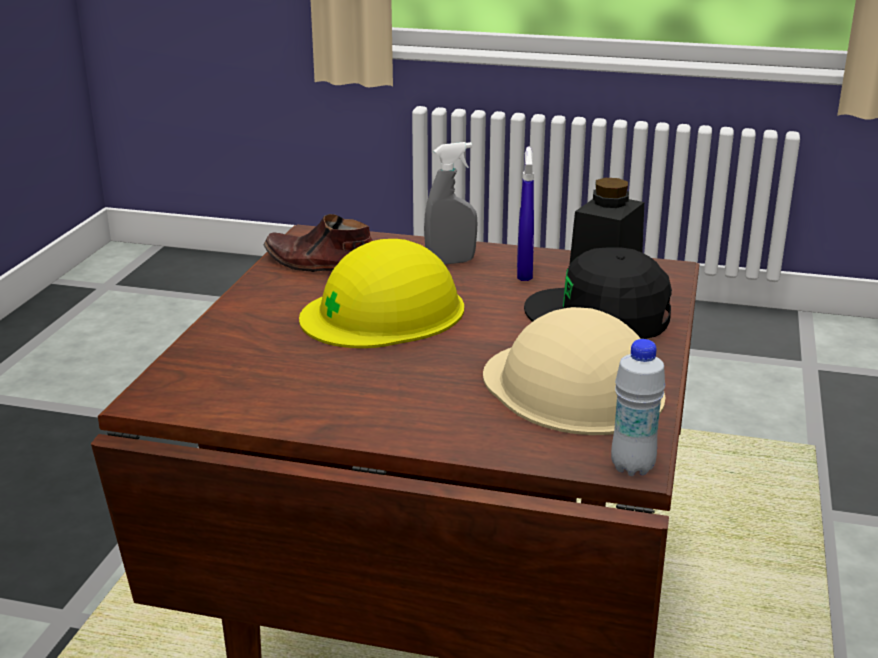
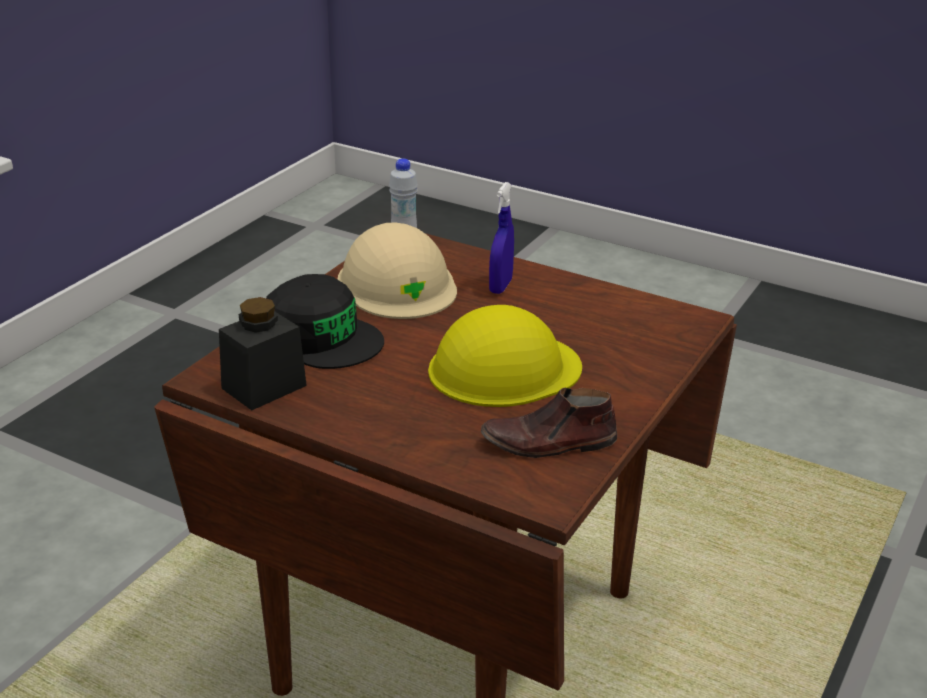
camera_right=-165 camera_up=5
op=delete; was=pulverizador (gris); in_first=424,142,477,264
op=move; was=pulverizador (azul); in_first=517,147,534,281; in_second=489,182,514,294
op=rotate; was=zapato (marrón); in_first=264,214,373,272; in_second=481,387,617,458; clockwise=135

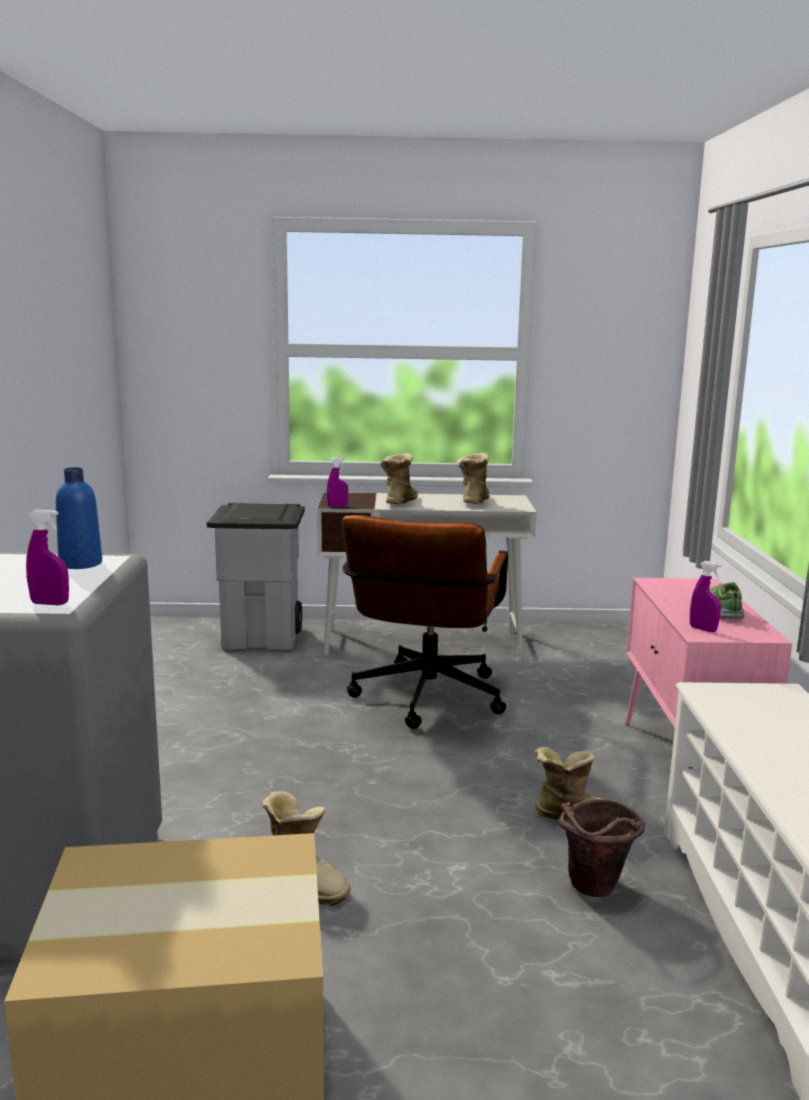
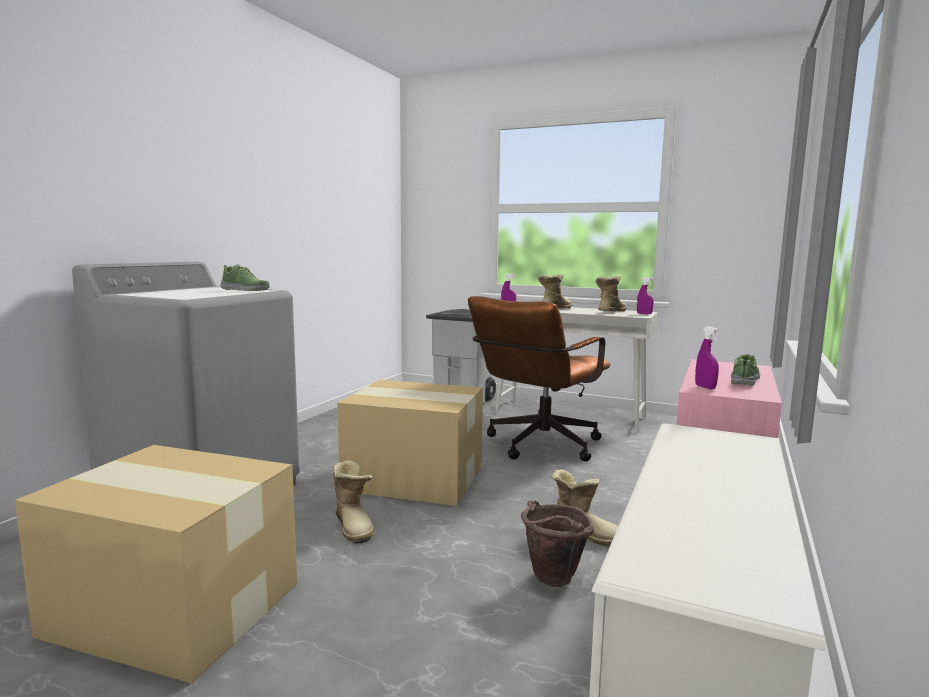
camera_right=25 camera_up=-5
op=replace; was=botella (azul); now=zapato; in_first=56,467,102,569; in_second=220,265,270,291
op=move; was=pulverizador (morado); in_first=26,510,69,605; in_second=637,277,654,314
op=insert; now=caja de cartón; in_second=337,380,483,506

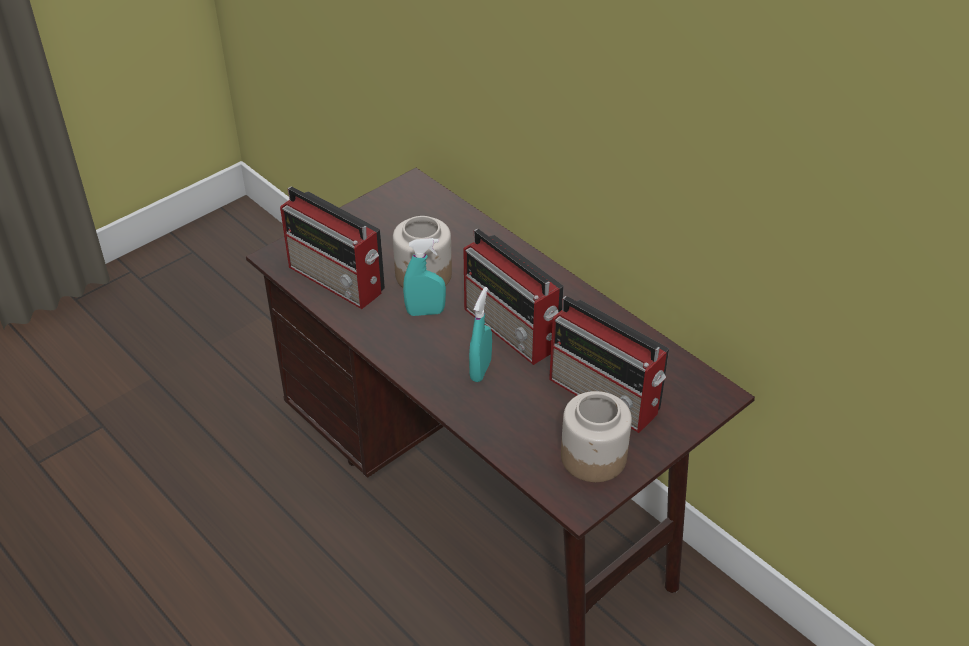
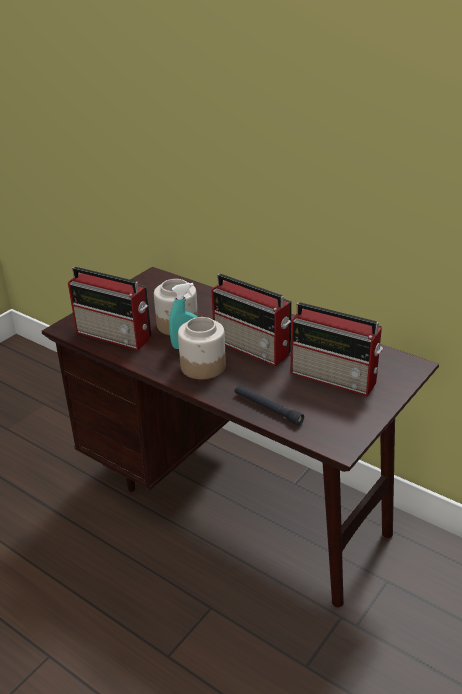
camera_right=-10 camera_up=-10
op=delete; was=pulverizador (turquesa); in_first=469,287,492,382
op=move; was=tarro; in_first=561,391,632,482; in_second=178,317,226,379
op=insert; now=linterna (negro); in_second=235,385,304,426

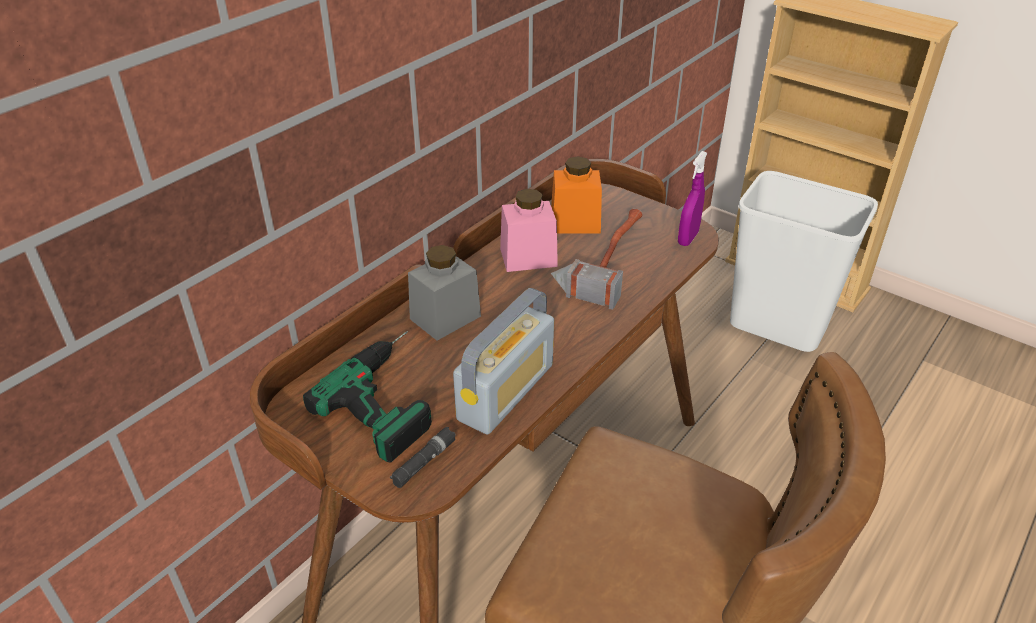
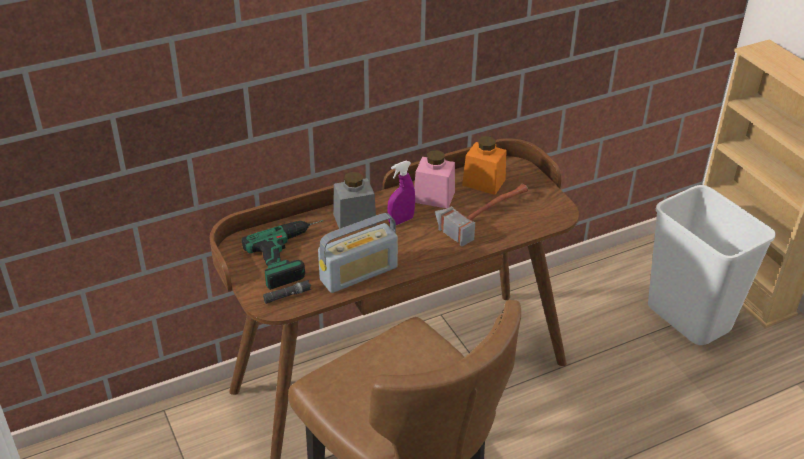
camera_right=25 camera_up=0
op=move; was=pulverizador (morado); in_first=678,151,707,246; in_second=387,161,415,225

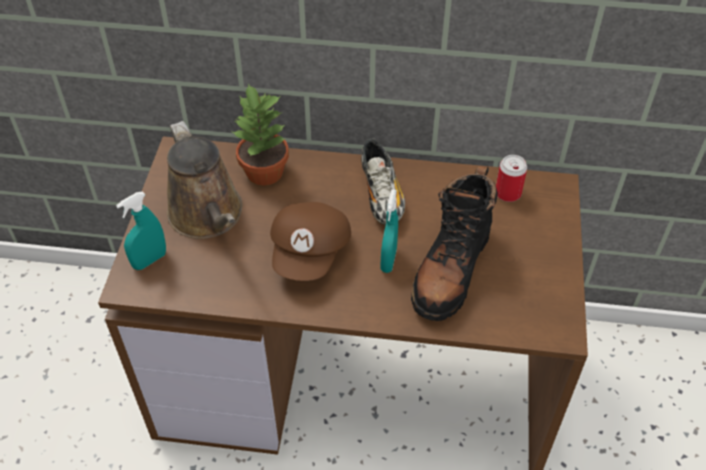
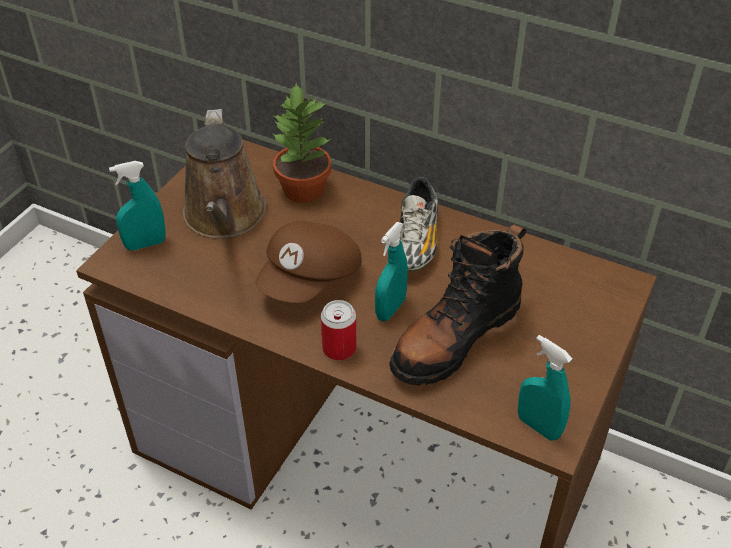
camera_right=20 camera_up=-5
op=move; was=lata; in_first=496,155,527,202; in_second=321,300,356,360
op=insert; now=pulverizador (turquesa); in_second=518,335,573,440

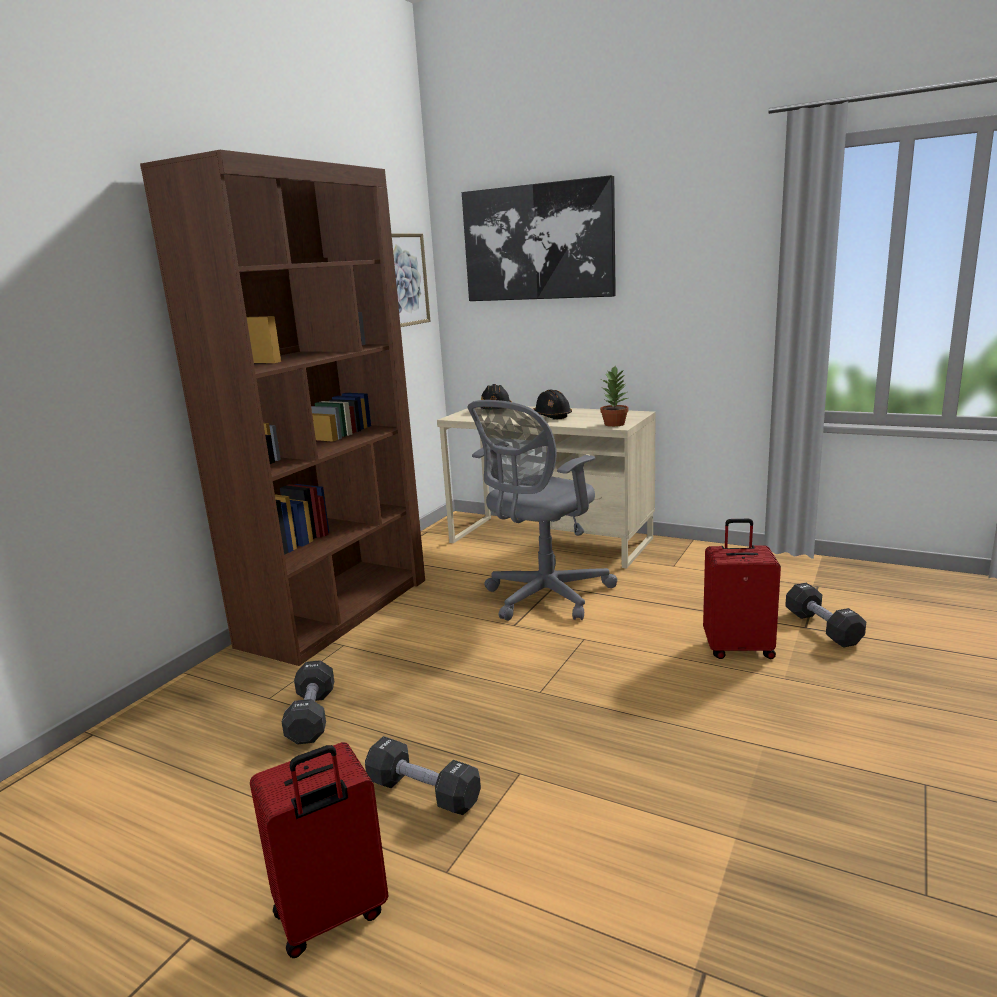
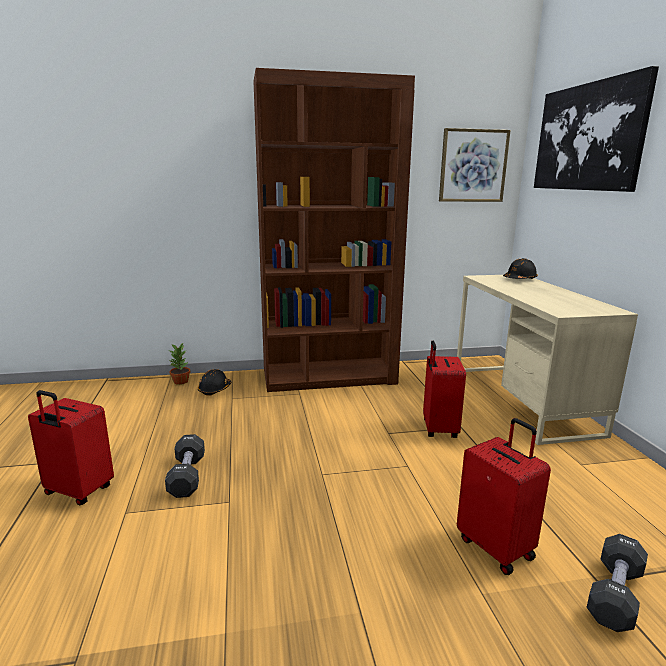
camera_right=50 camera_up=0
op=move; was=planta en maceta; in_first=600,366,629,427; in_second=170,343,190,385
op=move; was=casco (negro); in_first=533,389,572,419; in_second=198,369,231,396
op=replace; was=silla de oficina (gris); now=maleta (rojo); in_first=468,400,617,621; in_second=423,341,466,438
op=delete; was=mancuerna (negro); in_first=282,660,334,744

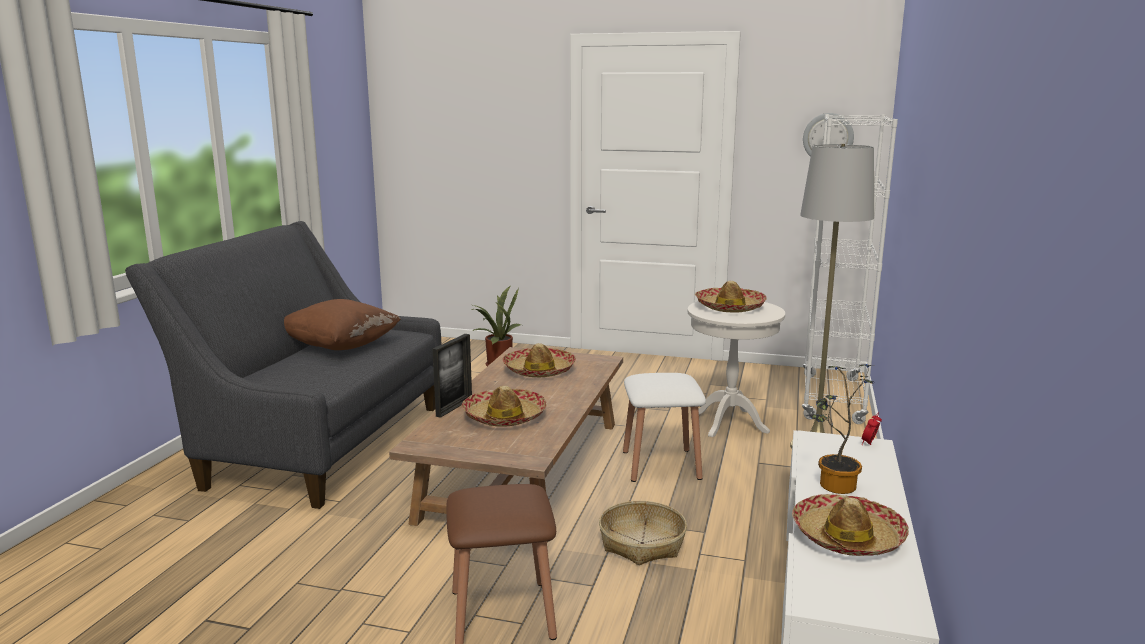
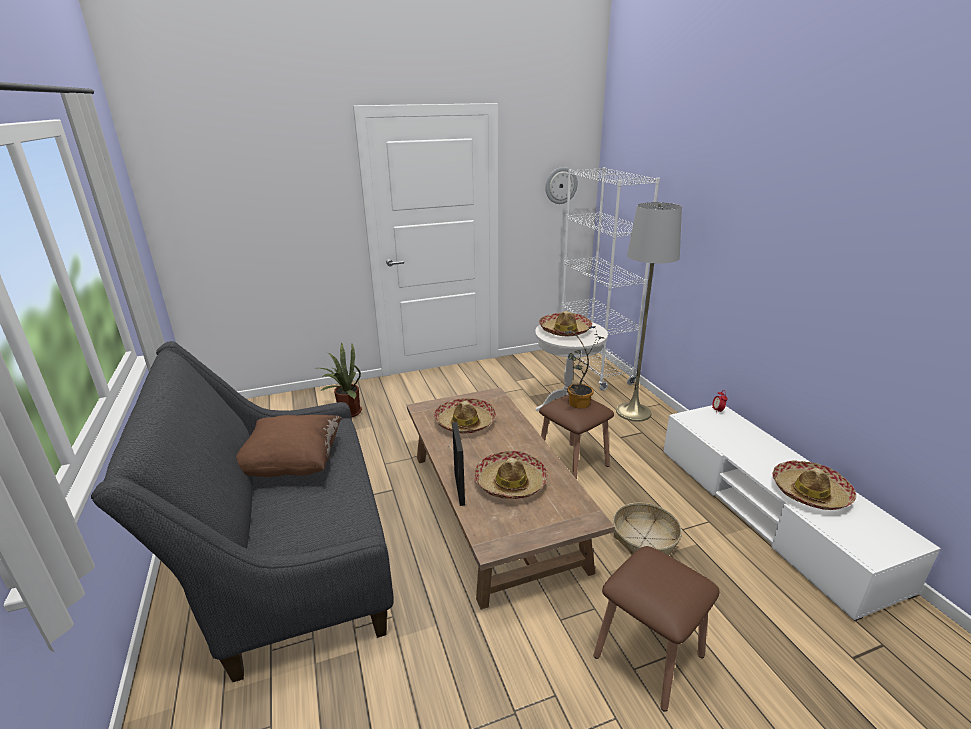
camera_right=-35 camera_up=10
op=move; was=planta en maceta; in_first=809,364,874,494; in_second=565,326,605,409
op=recolor; was=taburete (blanco); now=taburete (marrón); in_first=623,373,706,482; in_second=539,394,614,480

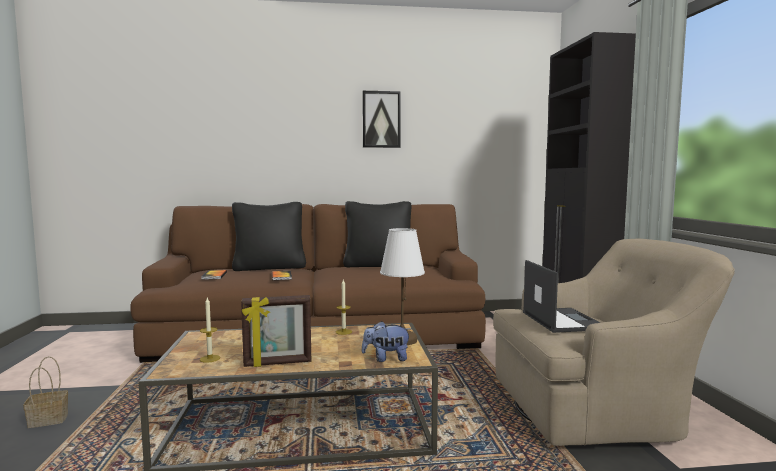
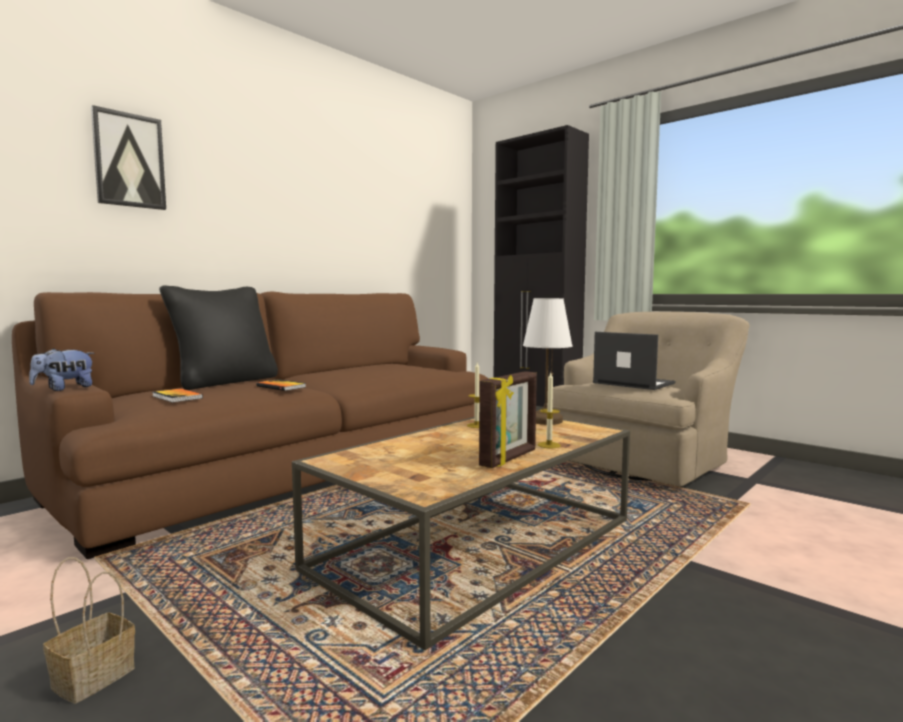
camera_right=-40 camera_up=0
op=move; was=cuadro; in_first=362,91,401,148; in_second=91,105,166,210
op=delete; was=cojín (negro); in_first=343,201,411,267
op=move; was=vela; in_first=200,298,220,363; in_second=538,373,561,448
op=move; was=peluche; in_first=362,321,411,362; in_second=29,348,95,391

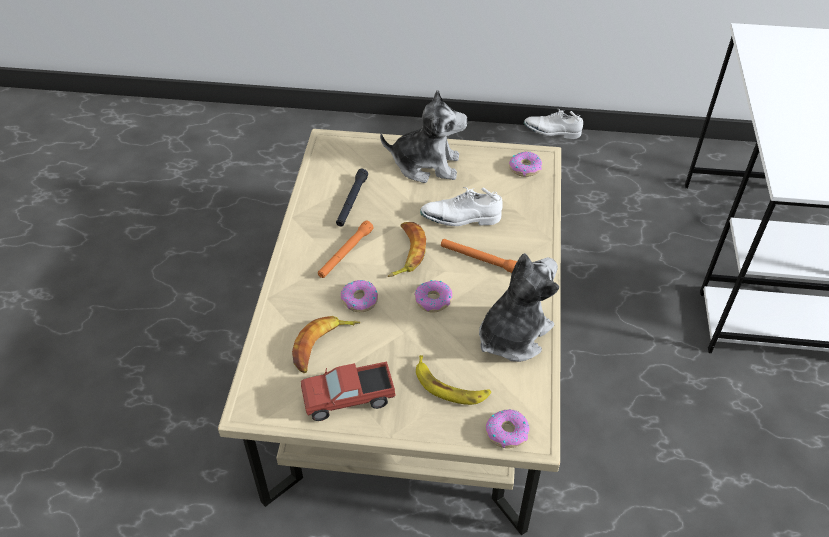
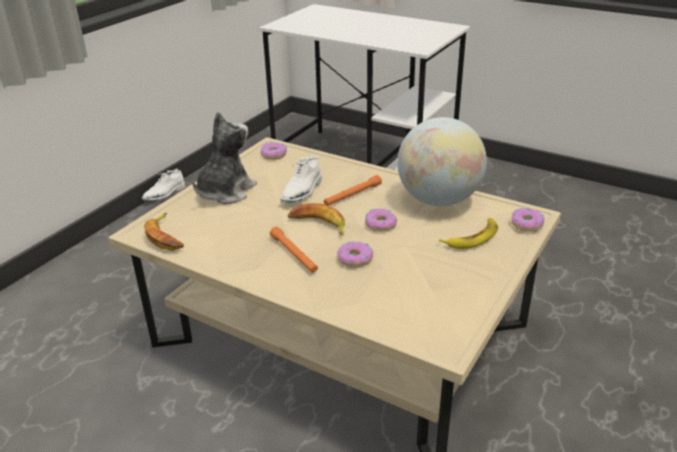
camera_right=-65 camera_up=-15
op=delete; was=linterna (negro); in_first=336,169,368,226
op=replace; was=peluche; now=globo terráqueo; in_first=479,253,559,362; in_second=397,117,487,206
op=move; was=plátano; in_first=292,316,360,373; in_second=144,212,184,251
op=delete; was=camión de juguete; in_first=301,361,396,421

